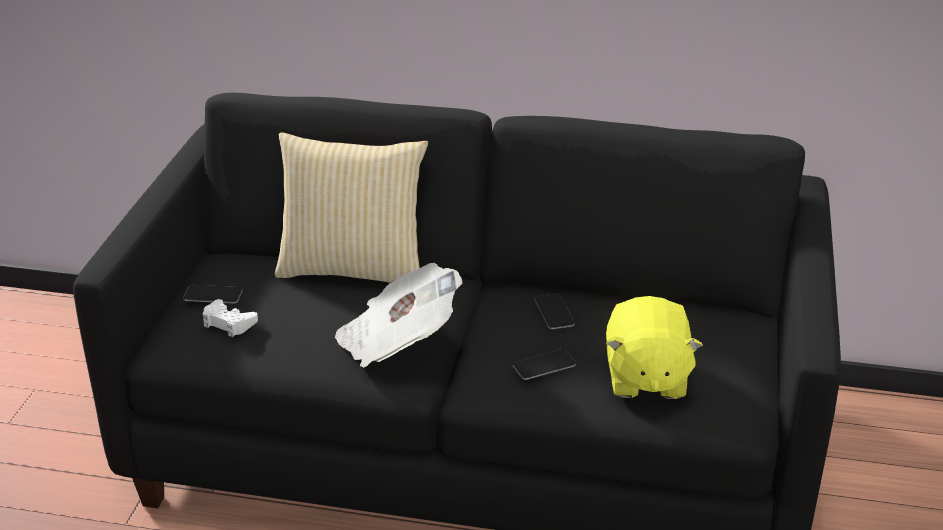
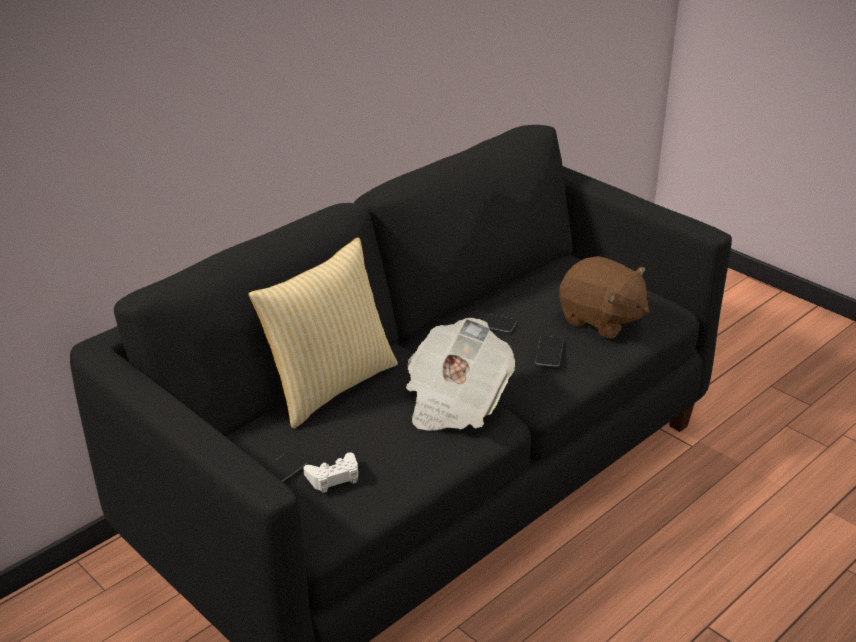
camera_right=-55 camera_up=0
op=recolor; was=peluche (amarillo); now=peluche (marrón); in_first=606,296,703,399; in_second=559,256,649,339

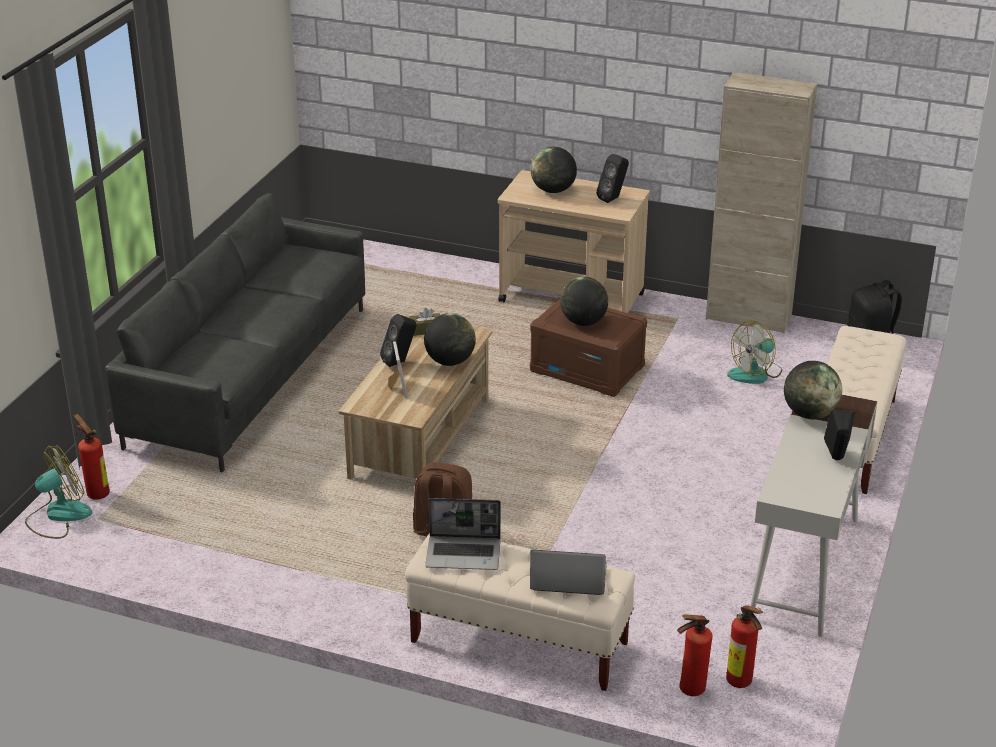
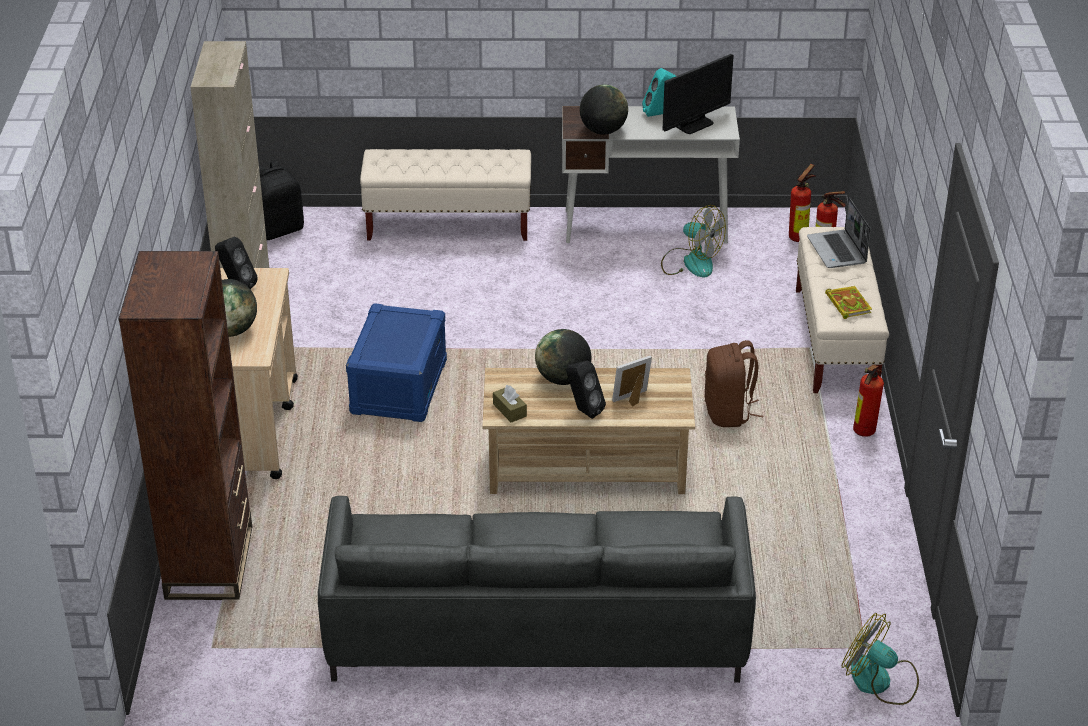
camera_right=-110 camera_up=5
op=delete; was=globo terráqueo; in_first=560,277,608,326
op=recolor; was=caja de almacenaje (marrón); now=caja de almacenaje (azul); in_first=530,296,647,397; in_second=346,303,447,422
op=move; was=ventilador; in_first=727,320,782,384; in_second=661,205,726,277
op=recolor; was=altavoz (negro); now=altavoz (turquesa); in_first=824,410,855,460; in_second=642,68,676,117
op=move; was=extintor; in_first=73,414,110,500; in_second=853,364,884,437
op=replace; was=portátil; now=libro; in_first=425,498,501,570; in_second=825,286,872,319
op=insert; now=monitor; in_second=662,54,734,134
op=insert; now=estantería (marrón); in_second=119,251,252,600

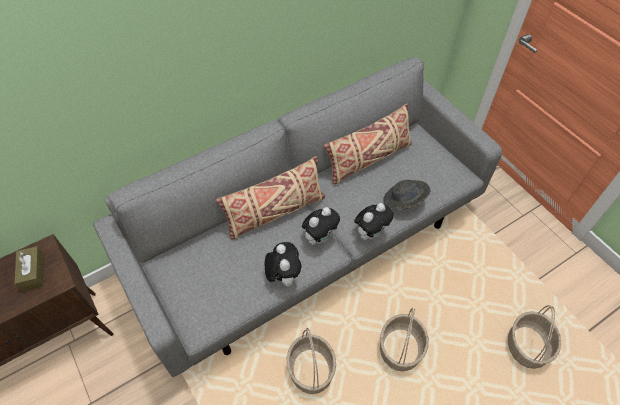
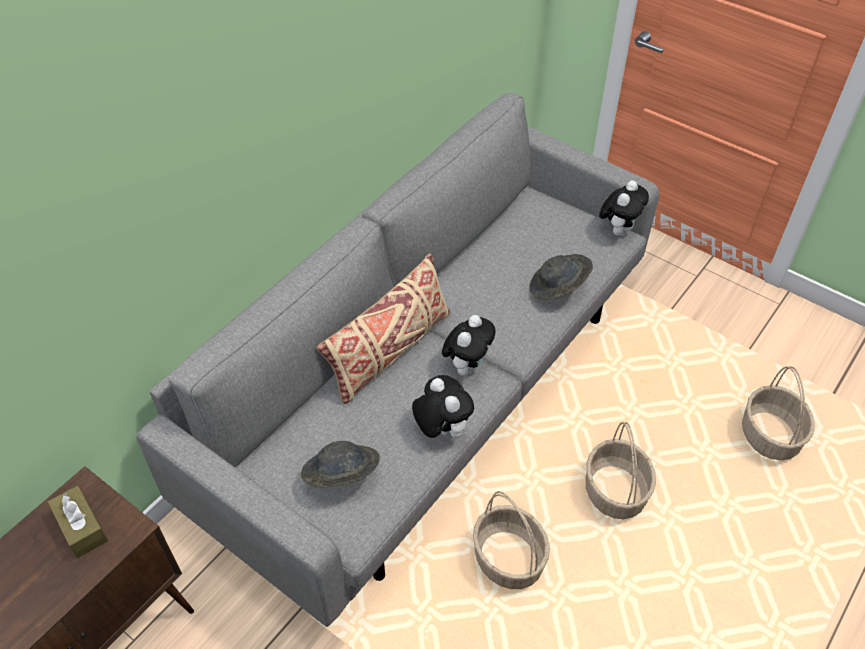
camera_right=-20 camera_up=-5
op=delete; was=cojín (beis); in_first=324,103,412,184
op=move; was=peluche; in_first=354,203,394,240; in_second=599,180,649,236
op=insert; now=sombrero (gris); in_second=301,441,380,487

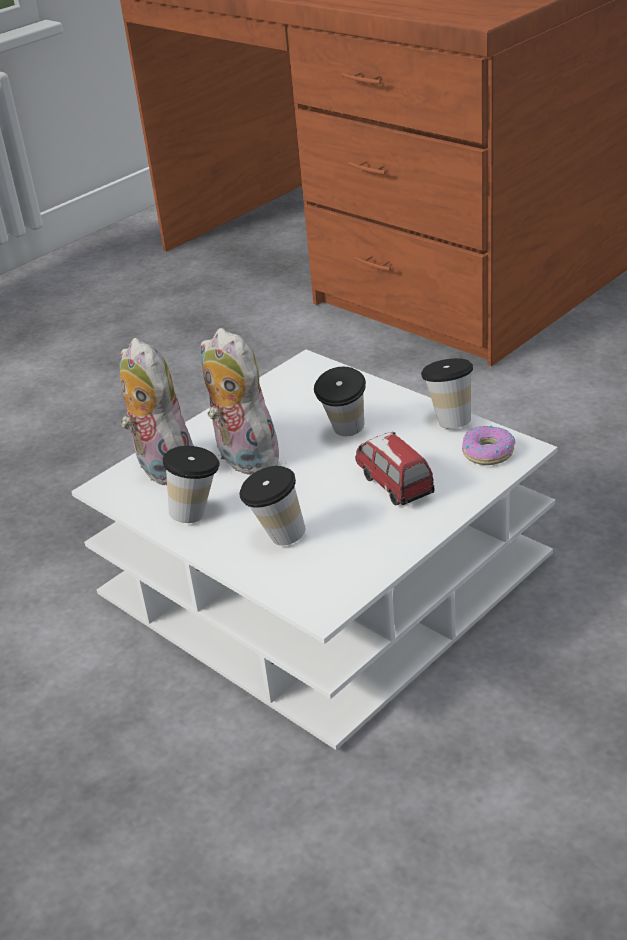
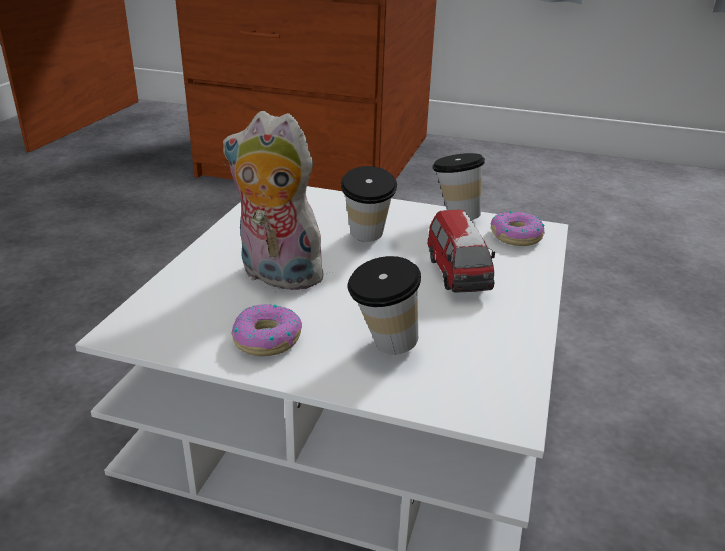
camera_right=-30 camera_up=-5
op=delete; was=peluche; in_first=119,338,194,486
op=rotate; was=coche de juguete; in_first=355,432,435,506; in_second=428,210,495,293; clockwise=-135
op=replace; was=taza; now=rosquilla; in_first=163,446,220,523; in_second=232,304,302,356

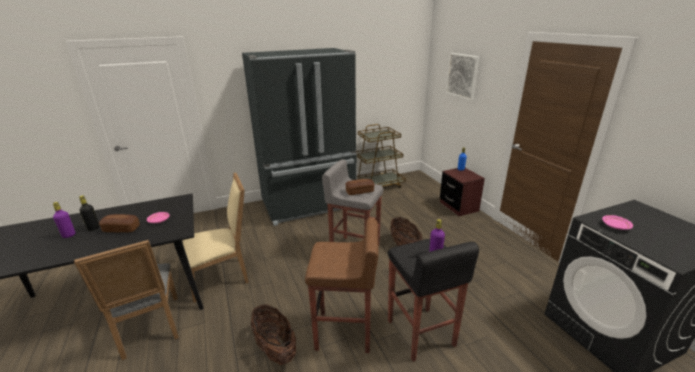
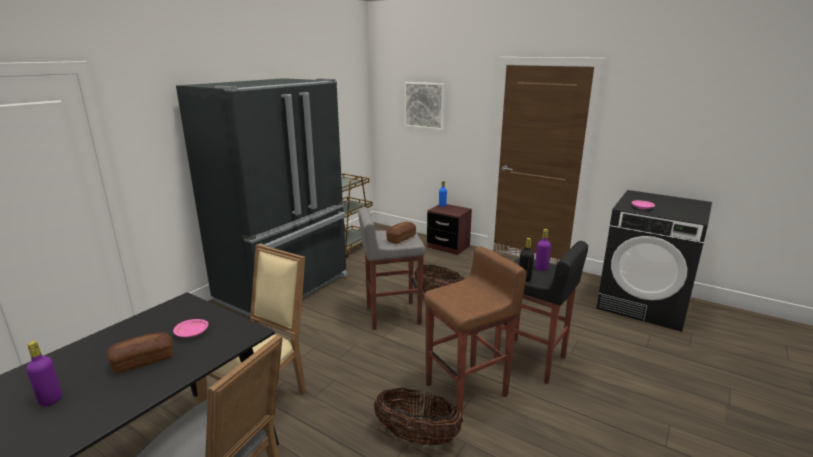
camera_right=-35 camera_up=-5
op=move; was=botella (negro); in_first=79,196,99,231; in_second=519,238,534,282

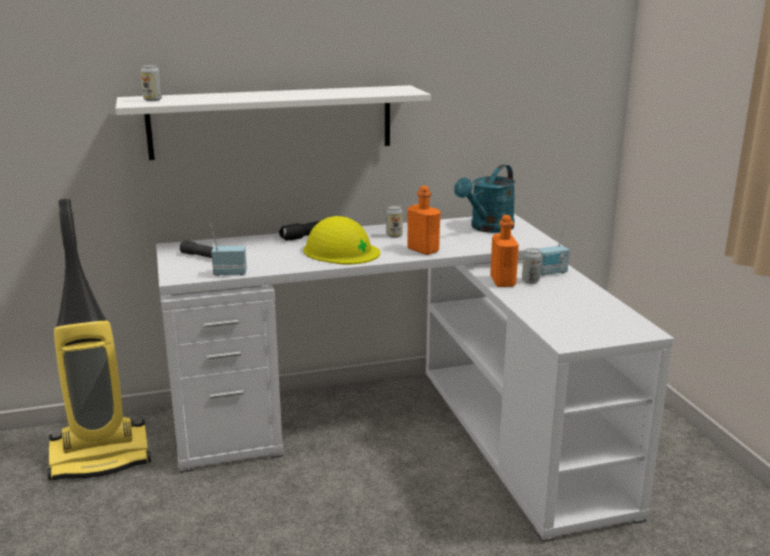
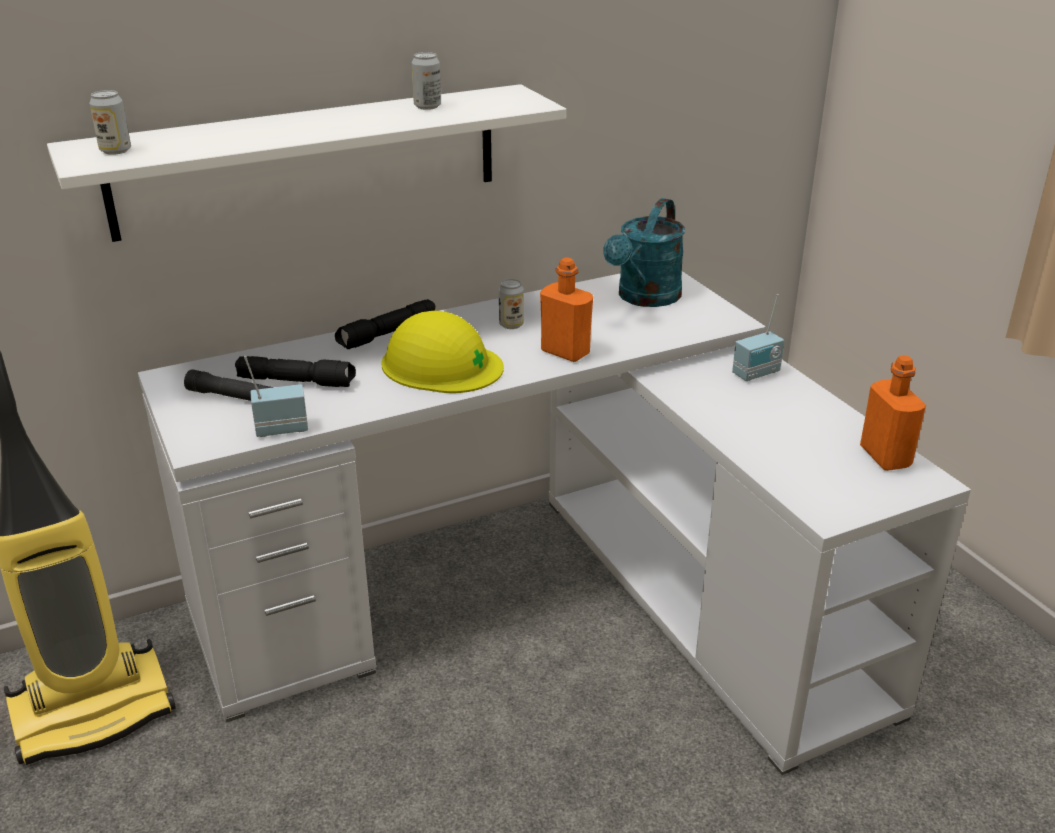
camera_right=-10 camera_up=10
op=move; was=botella (naranja); in_first=490,215,519,287; in_second=860,355,926,471
op=move; was=lata; in_first=522,248,542,284; in_second=412,52,441,110
op=insert; now=linterna (negro); in_second=235,356,356,387

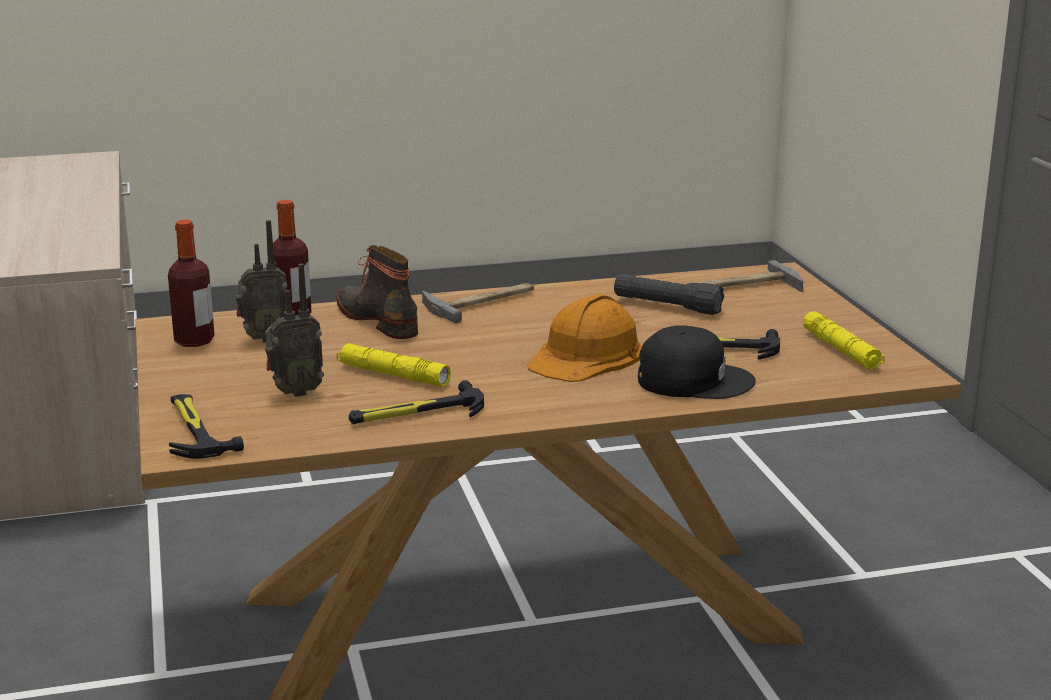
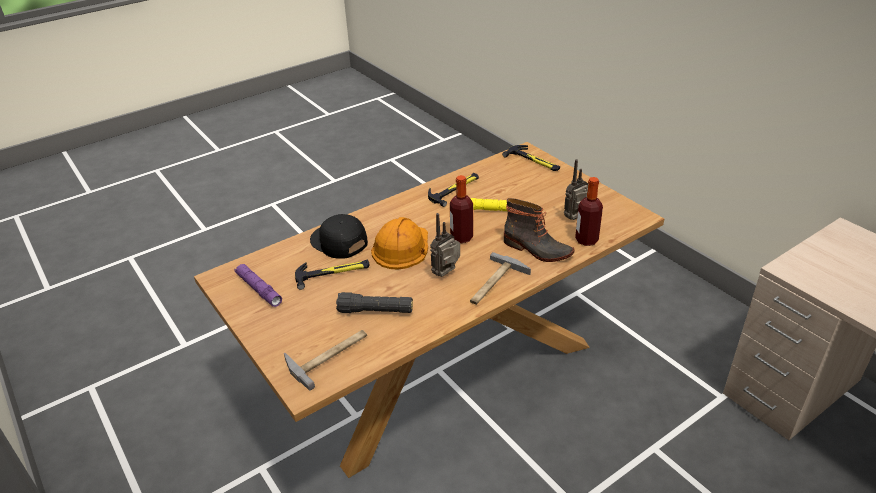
camera_right=160 camera_up=15
op=move; was=botella; in_first=168,220,215,347; in_second=450,175,473,244
op=move; was=radio; in_first=265,264,324,397; in_second=430,213,460,277
op=recolor; was=linterna (amarillo); now=linterna (morado); in_first=803,312,885,369; in_second=234,264,282,307
op=rotate; was=gorra (negro); in_first=638,325,756,399; in_second=310,214,368,259; clockwise=60

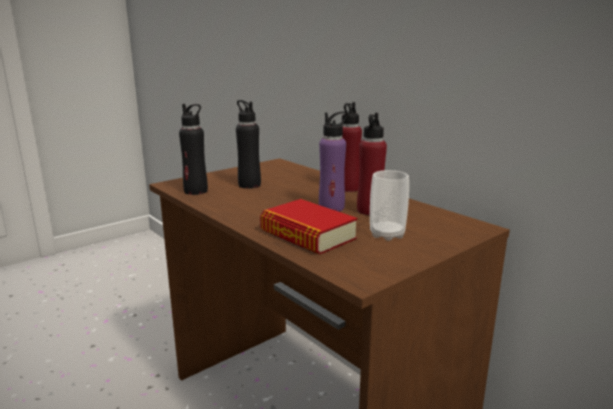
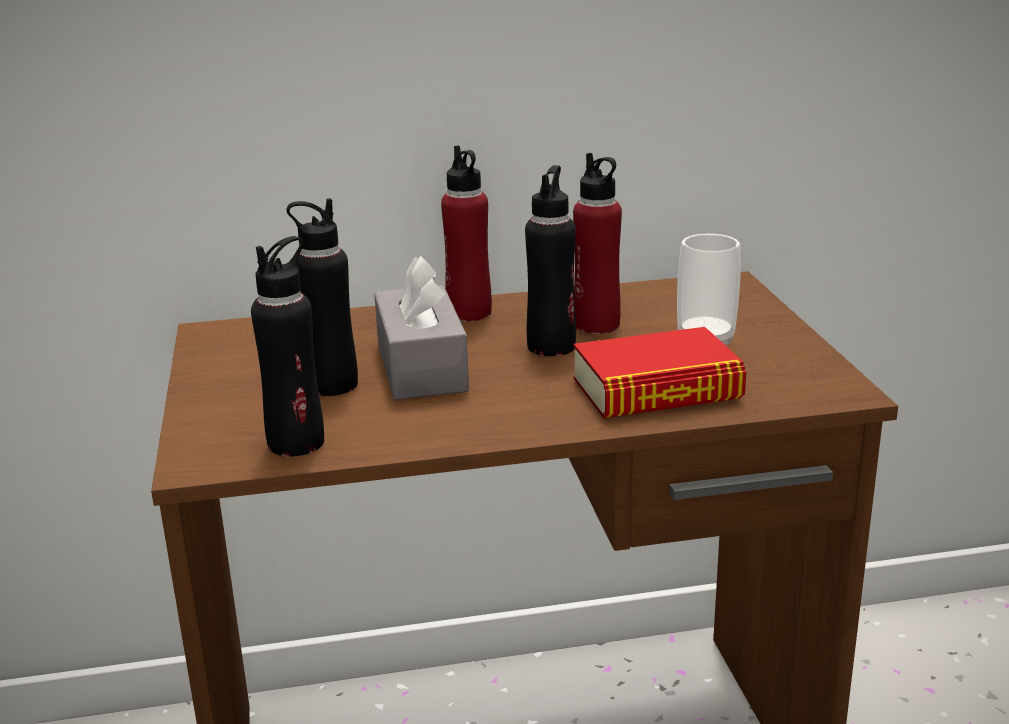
camera_right=-60 camera_up=5
op=recolor; was=botella (morado); now=botella (negro); in_first=319,111,348,212; in_second=525,165,576,356
op=insert; now=caja de pañuelos (gris); in_second=374,255,469,400

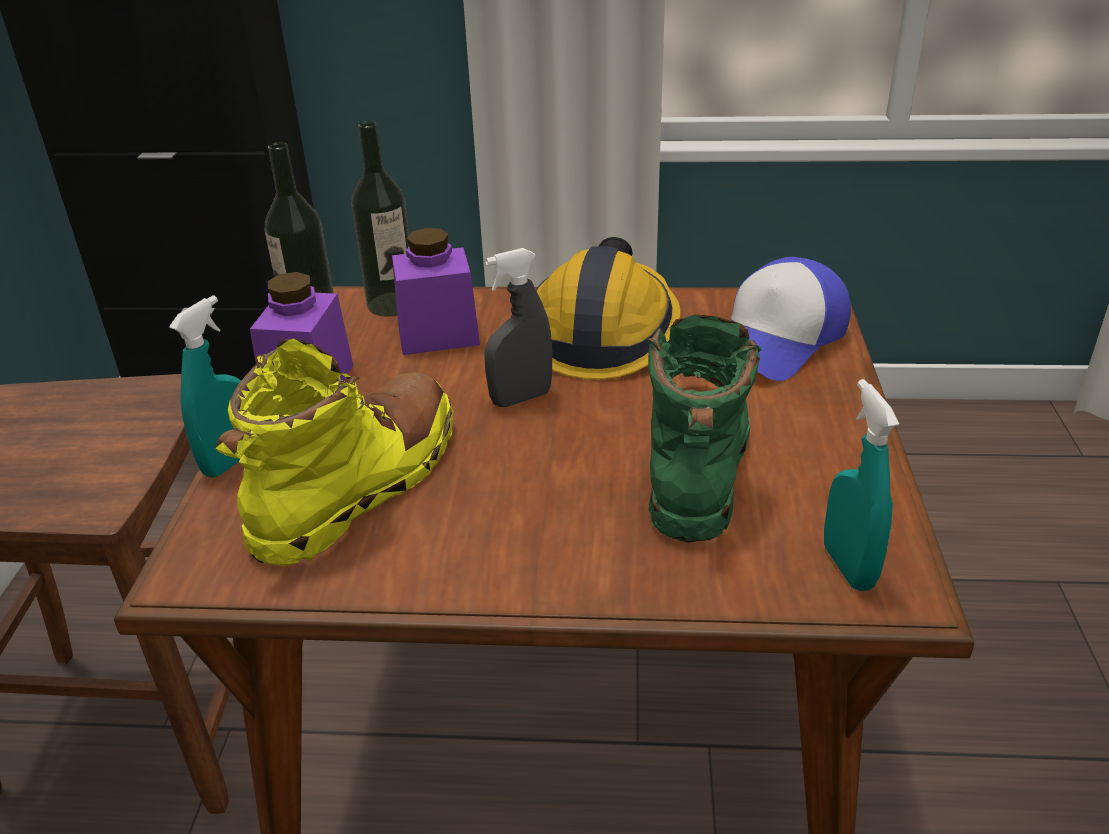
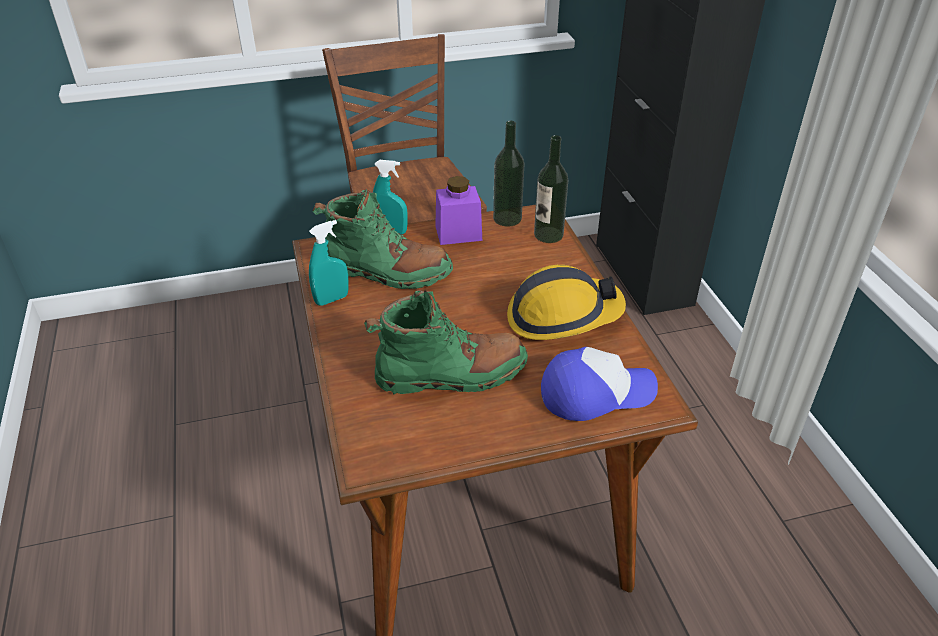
camera_right=70 camera_up=5
op=delete; was=tarro (morado); in_first=392,228,480,355
op=delete; was=pulverizador (gris); in_first=484,248,552,407
op=rotate; was=gorra; in_first=731,257,851,381; in_second=541,347,658,421; clockwise=150
op=recolor; was=bota (amarillo); now=bota (verde); in_first=215,339,453,566; in_second=313,189,453,289
op=move; was=pulverizador (turquesa); in_first=824,379,899,591; in_second=309,220,349,306

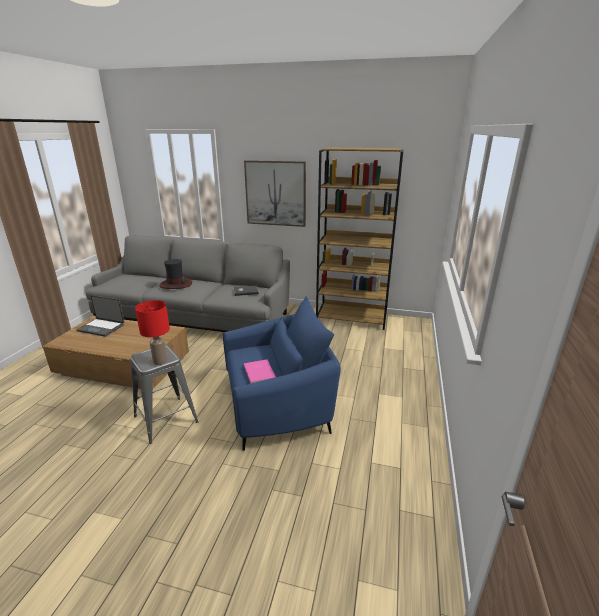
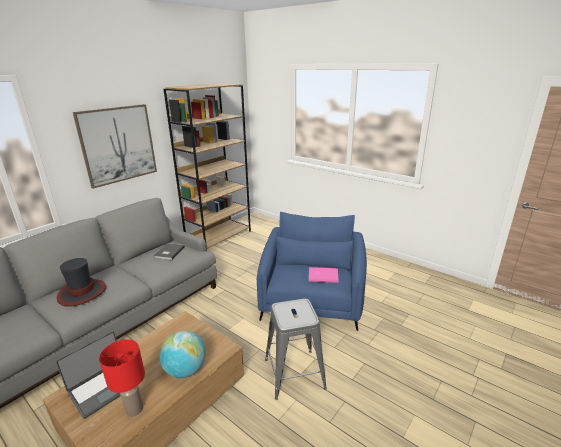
camera_right=-65 camera_up=0
op=move; was=lámpara de mesa (rojo); in_first=135,300,170,365; in_second=99,339,145,417
op=insert; now=globo terráqueo; in_second=159,331,206,378

